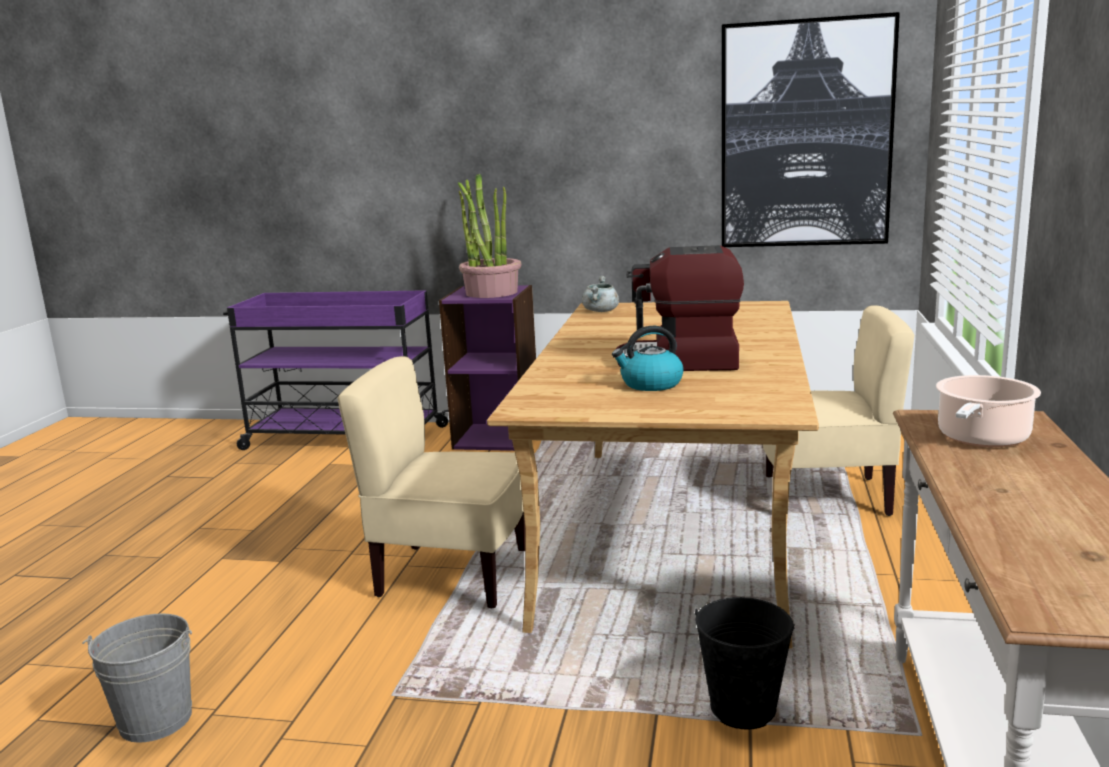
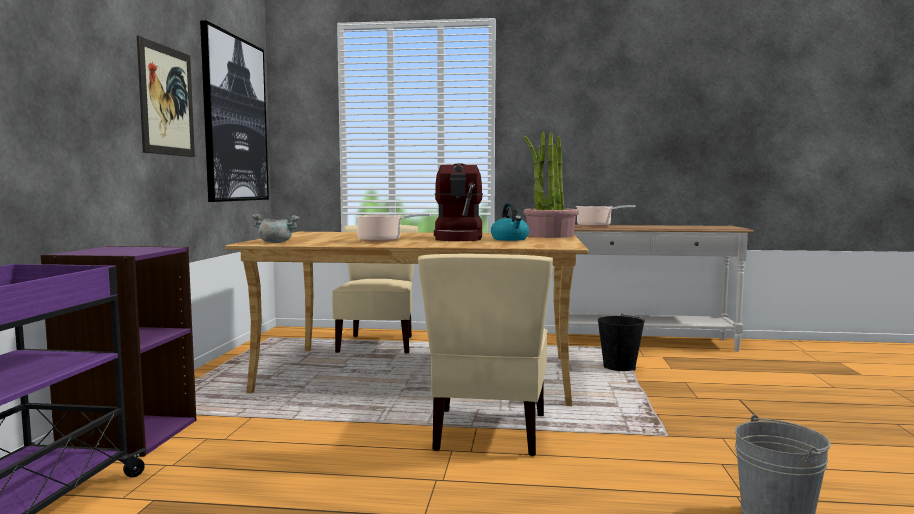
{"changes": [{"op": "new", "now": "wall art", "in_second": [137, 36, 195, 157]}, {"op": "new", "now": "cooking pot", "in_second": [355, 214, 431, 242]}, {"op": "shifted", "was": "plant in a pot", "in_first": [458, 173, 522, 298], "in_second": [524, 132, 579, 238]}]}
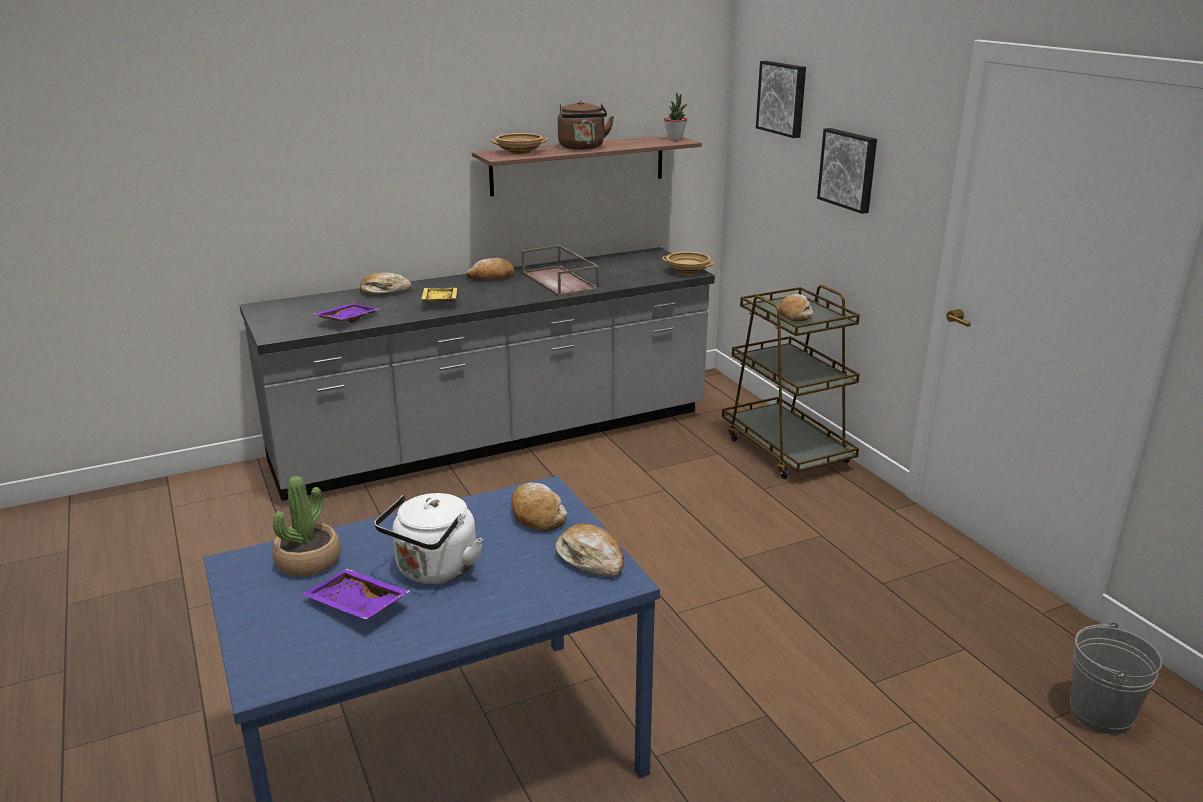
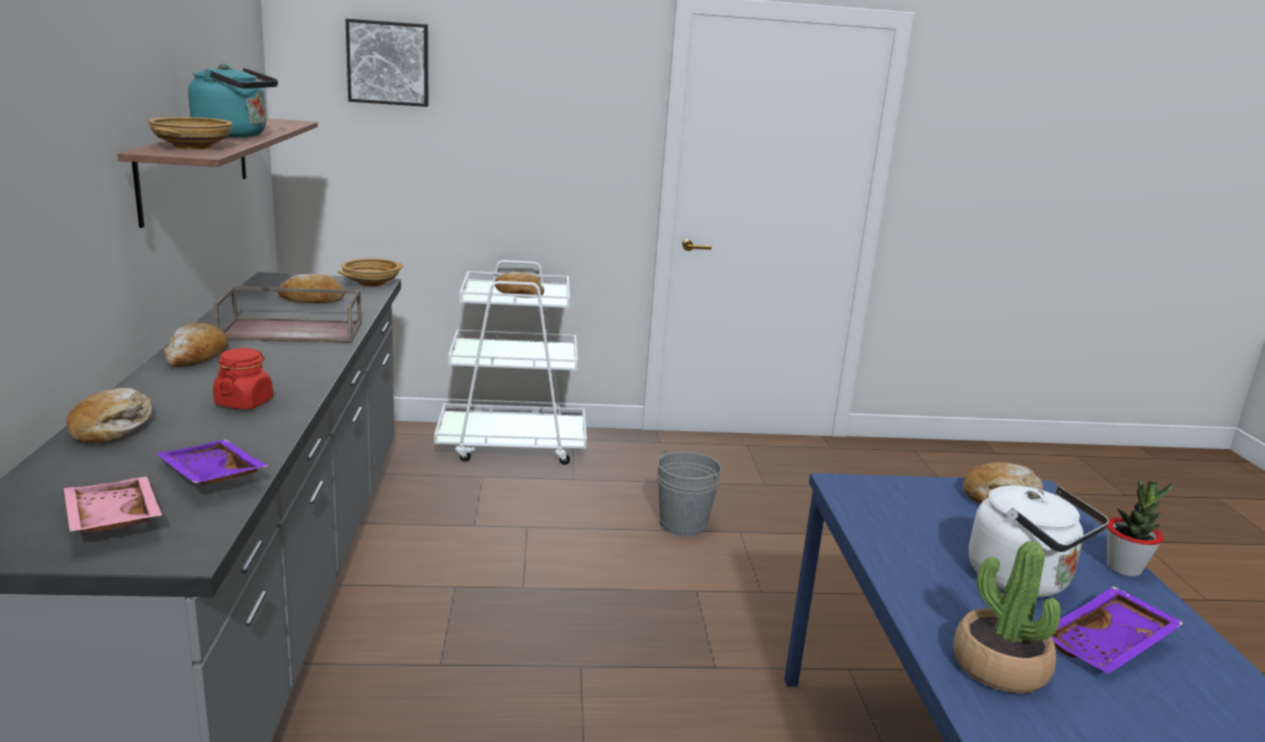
{"changes": [{"op": "gone", "was": "wall art", "in_first": [817, 128, 877, 214]}, {"op": "new", "now": "pink-coloured tray", "in_second": [64, 477, 162, 533]}, {"op": "shifted", "was": "bread", "in_first": [511, 483, 567, 531], "in_second": [277, 274, 345, 303]}, {"op": "shifted", "was": "plant in a pot", "in_first": [664, 93, 687, 141], "in_second": [1107, 479, 1173, 577]}, {"op": "shifted", "was": "gray water bucket", "in_first": [1070, 621, 1162, 735], "in_second": [657, 450, 721, 537]}, {"op": "swapped", "was": "yellow tray", "now": "reddish jar", "in_first": [421, 288, 457, 303], "in_second": [213, 348, 273, 410]}, {"op": "repainted", "was": "brown-coloured water kettle", "now": "turquoise-coloured water kettle", "in_first": [558, 100, 614, 150], "in_second": [188, 64, 278, 138]}, {"op": "repainted", "was": "brown-coloured wheeled cart", "now": "white-coloured wheeled cart", "in_first": [722, 285, 860, 479], "in_second": [434, 260, 587, 465]}]}
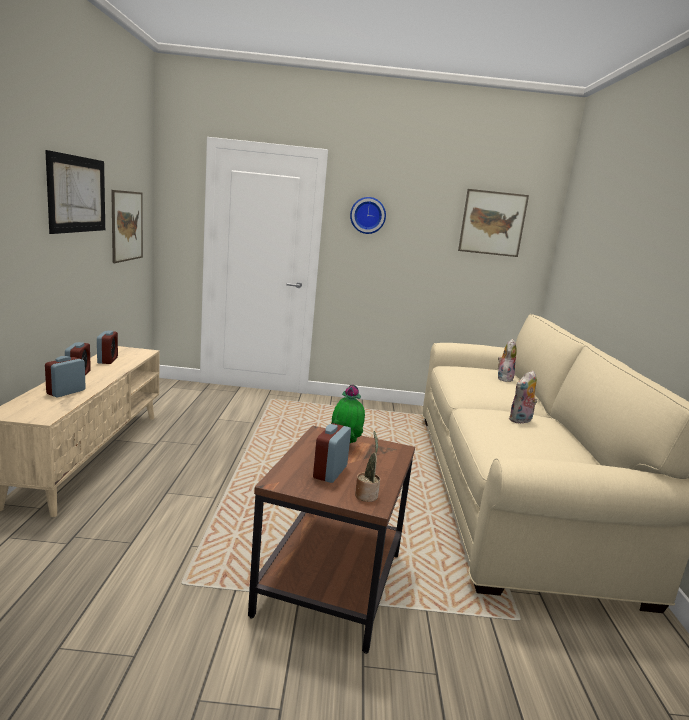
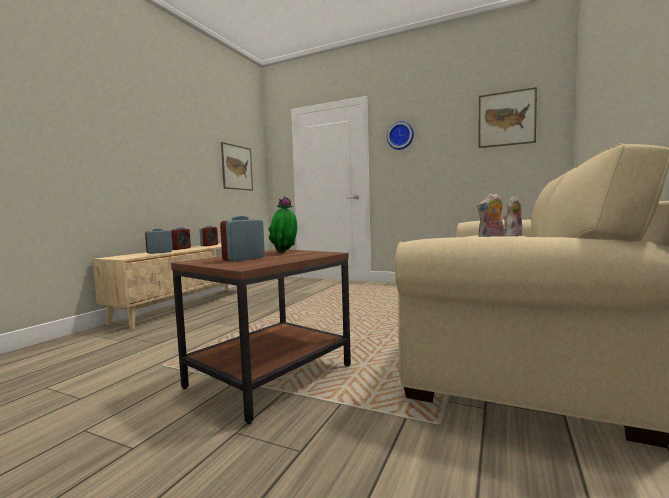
{"changes": [{"op": "gone", "was": "wall art", "in_first": [45, 150, 105, 234]}, {"op": "gone", "was": "plant in a pot", "in_first": [355, 431, 380, 502]}]}
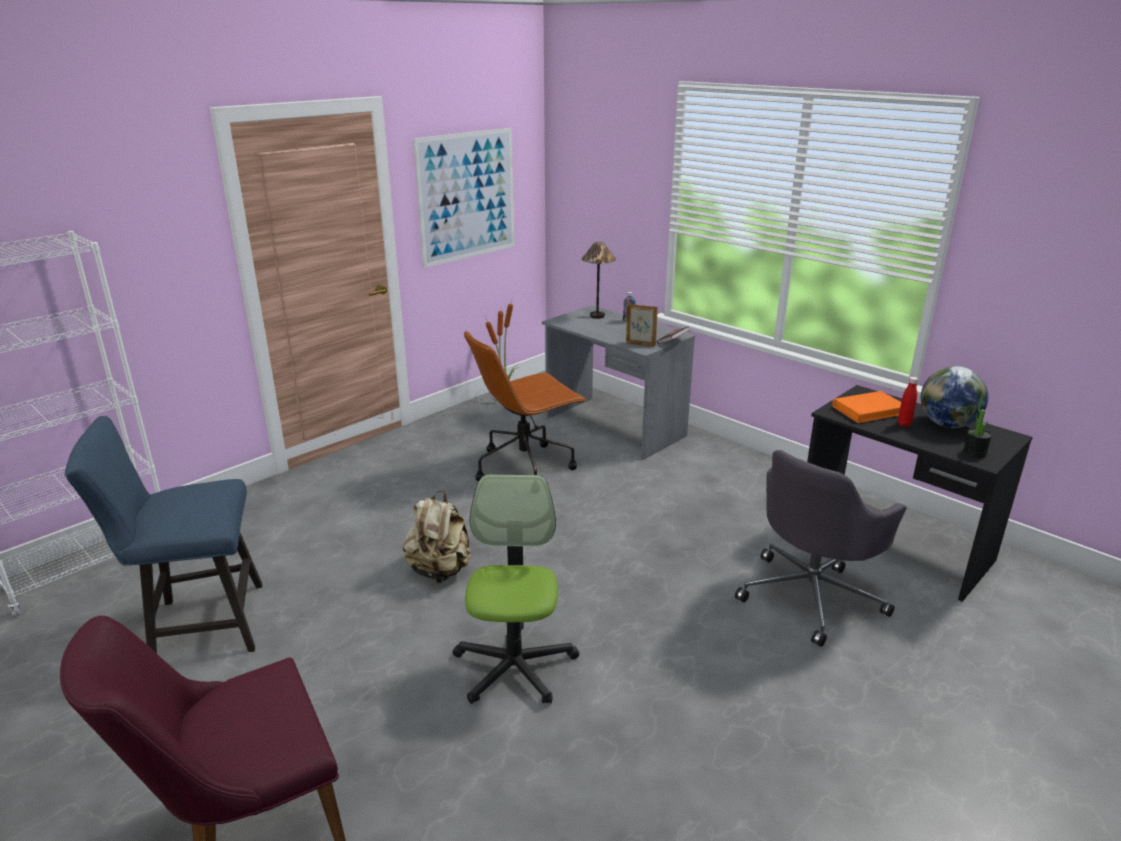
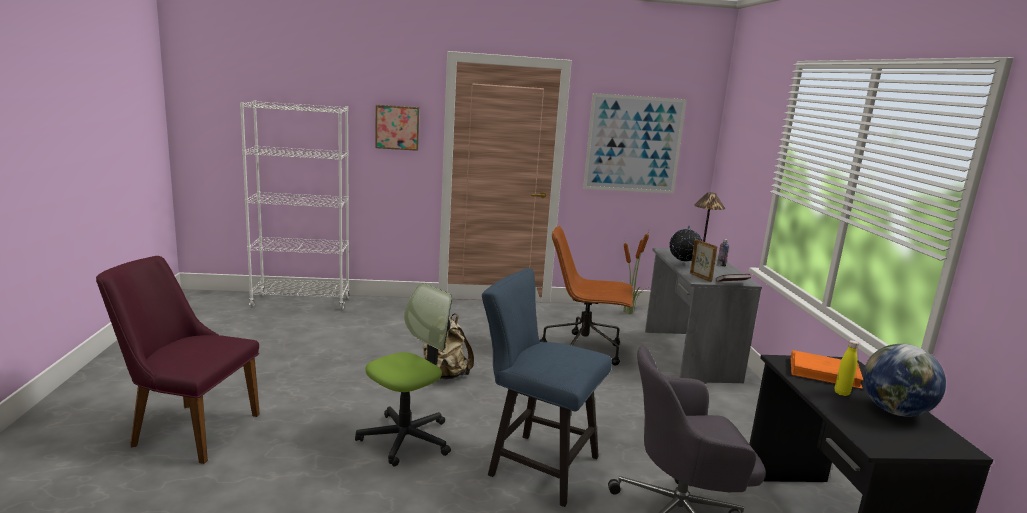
{"changes": [{"op": "gone", "was": "plant in a pot", "in_first": [963, 393, 992, 458]}, {"op": "new", "now": "wall art", "in_second": [375, 105, 419, 151]}, {"op": "new", "now": "world globe", "in_second": [669, 225, 702, 264]}, {"op": "shifted", "was": "bluish chair", "in_first": [65, 416, 262, 653], "in_second": [482, 268, 612, 507]}, {"op": "repainted", "was": "reddish drink bottle", "now": "yellow drink bottle", "in_first": [898, 377, 918, 427], "in_second": [835, 340, 859, 396]}]}
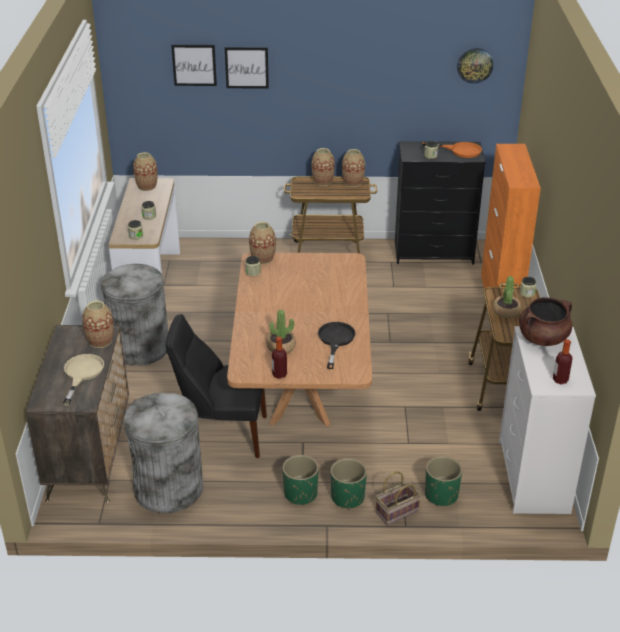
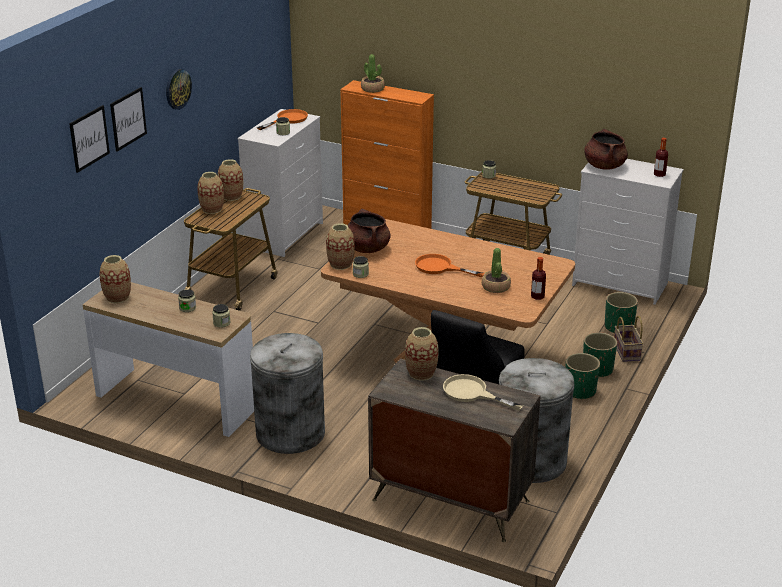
{"changes": [{"op": "gone", "was": "black-coloured skillet", "in_first": [318, 322, 355, 369]}, {"op": "new", "now": "brown-coloured cooking pot", "in_second": [347, 209, 391, 253]}, {"op": "new", "now": "orangey skillet", "in_second": [415, 254, 484, 277]}, {"op": "shifted", "was": "hanging clock", "in_first": [457, 48, 493, 84], "in_second": [166, 69, 192, 110]}, {"op": "shifted", "was": "plant in a pot", "in_first": [493, 276, 521, 318], "in_second": [361, 54, 385, 93]}, {"op": "repainted", "was": "black-coloured dresser", "now": "white-coloured dresser", "in_first": [395, 141, 486, 265], "in_second": [238, 109, 323, 257]}]}
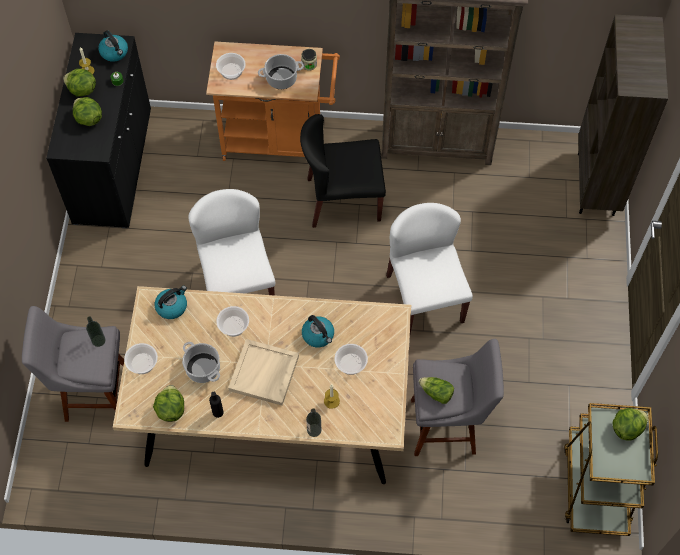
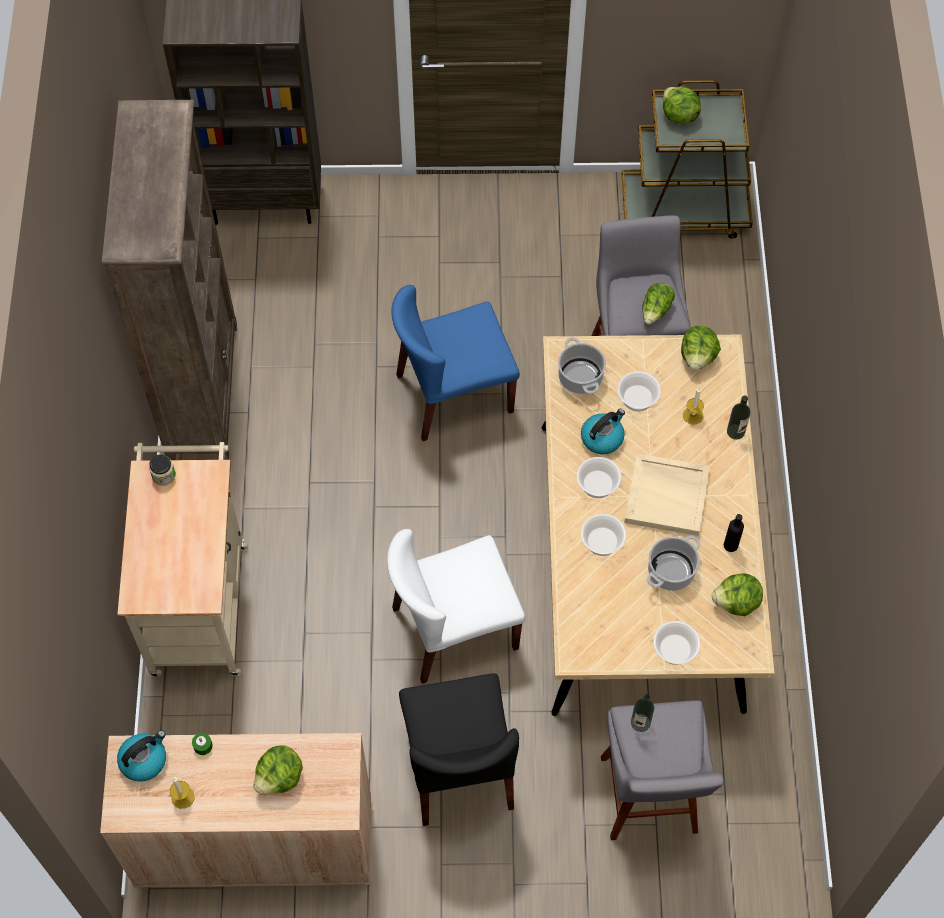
{"changes": [{"op": "gone", "was": "water kettle", "in_first": [155, 285, 187, 319]}, {"op": "shifted", "was": "head of lettuce", "in_first": [63, 68, 96, 96], "in_second": [681, 325, 721, 371]}, {"op": "shifted", "was": "deep dish", "in_first": [216, 53, 246, 80], "in_second": [577, 457, 621, 498]}, {"op": "shifted", "was": "cooking pot", "in_first": [258, 54, 304, 89], "in_second": [558, 338, 606, 394]}, {"op": "shifted", "was": "black-coloured chair", "in_first": [300, 114, 386, 228], "in_second": [399, 673, 519, 826]}, {"op": "repainted", "was": "black-coloured cabinet", "now": "sand-coloured cabinet", "in_first": [46, 33, 151, 228], "in_second": [100, 733, 371, 887]}, {"op": "repainted", "was": "orangey wheeled cart", "now": "sand-coloured wheeled cart", "in_first": [206, 42, 340, 161], "in_second": [118, 442, 248, 677]}, {"op": "repainted", "was": "white-coloured chair", "now": "bluish chair", "in_first": [386, 203, 473, 334], "in_second": [391, 285, 520, 441]}]}
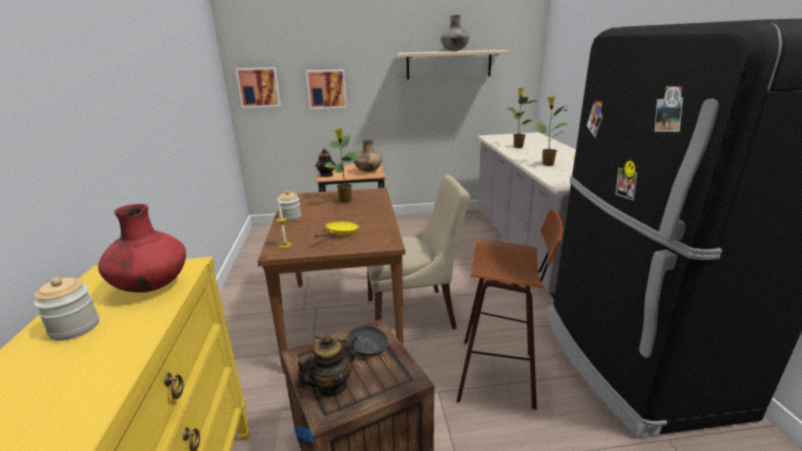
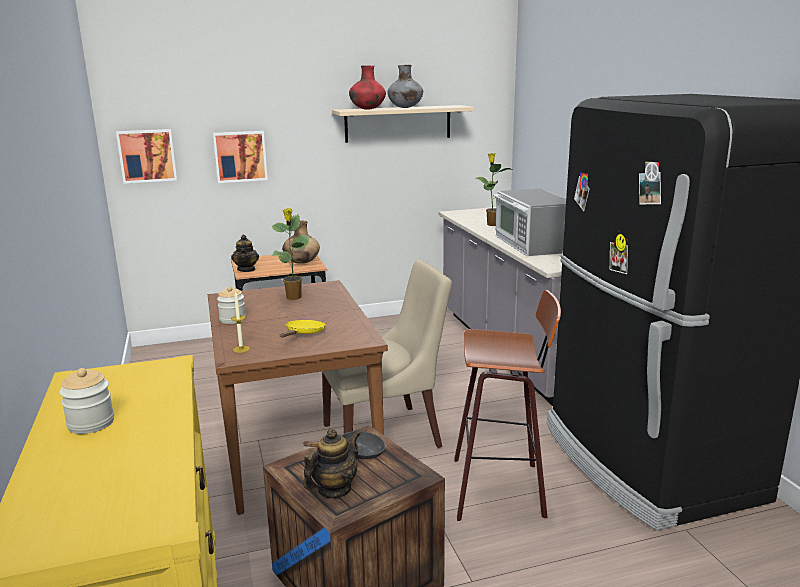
{"changes": [{"op": "shifted", "was": "reddish flower vase", "in_first": [98, 204, 186, 293], "in_second": [349, 65, 386, 110]}, {"op": "swapped", "was": "plant in a pot", "now": "microwave", "in_first": [533, 96, 570, 166], "in_second": [493, 189, 566, 256]}]}
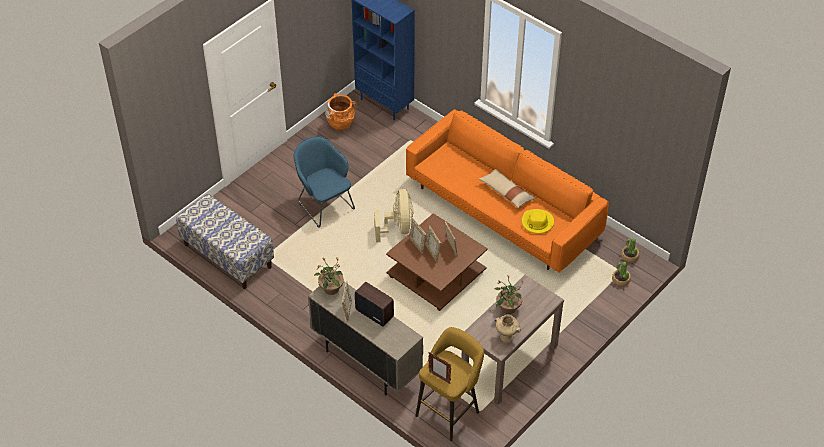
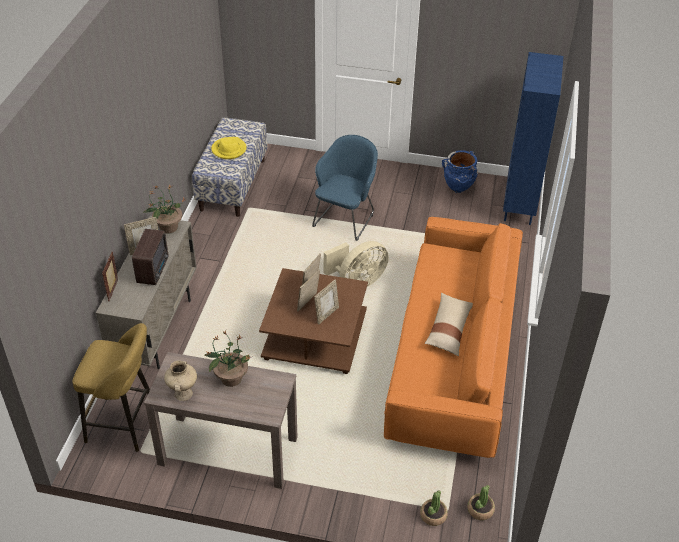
{"changes": [{"op": "shifted", "was": "photo frame", "in_first": [428, 352, 452, 384], "in_second": [102, 252, 118, 301]}, {"op": "shifted", "was": "yellow wearable hat", "in_first": [522, 209, 554, 234], "in_second": [211, 137, 247, 159]}, {"op": "repainted", "was": "orangey flower vase", "now": "bluish flower vase", "in_first": [325, 93, 357, 131], "in_second": [442, 150, 478, 193]}]}
